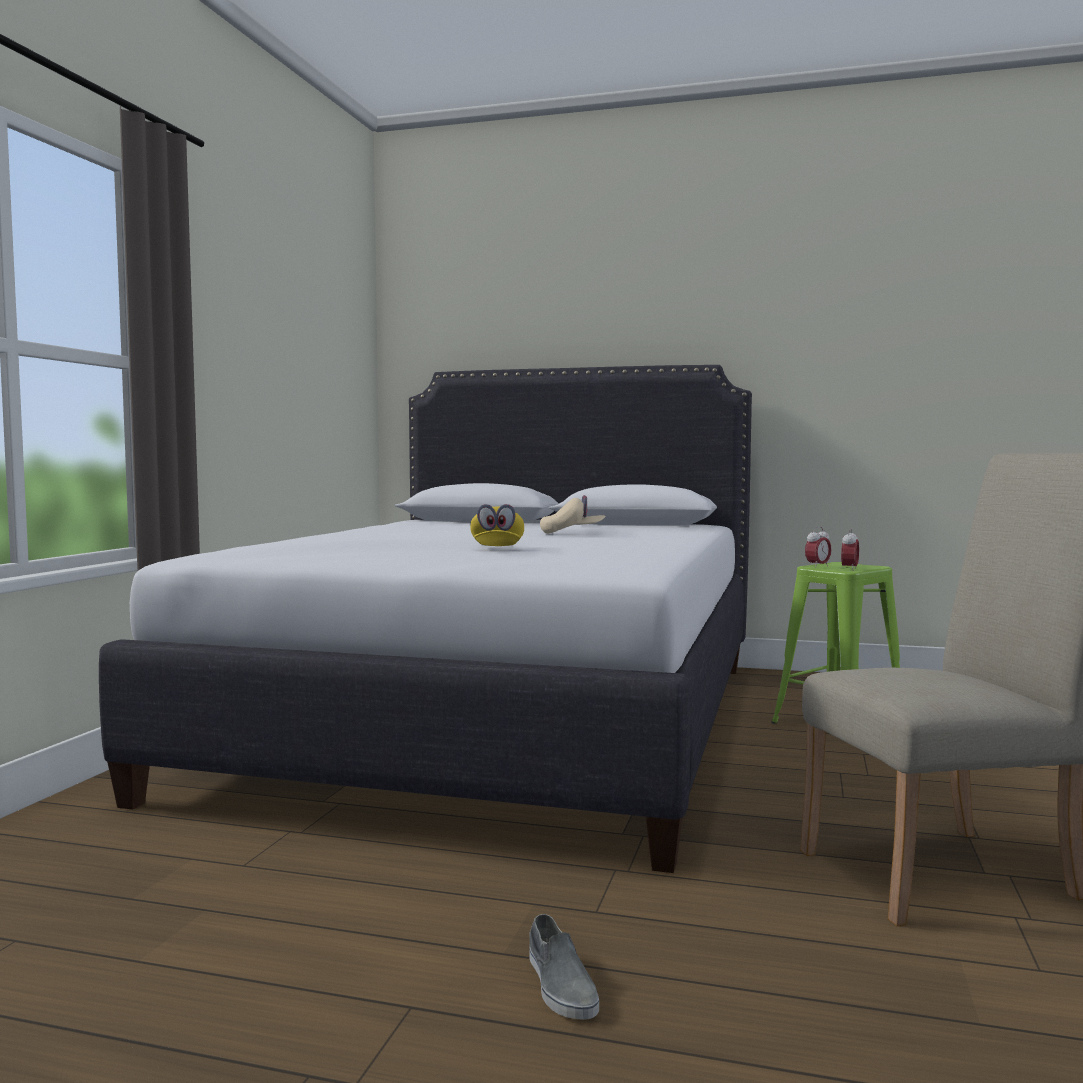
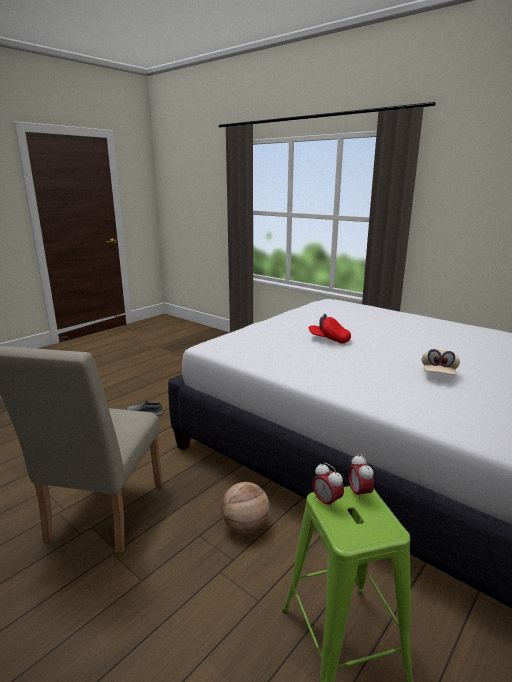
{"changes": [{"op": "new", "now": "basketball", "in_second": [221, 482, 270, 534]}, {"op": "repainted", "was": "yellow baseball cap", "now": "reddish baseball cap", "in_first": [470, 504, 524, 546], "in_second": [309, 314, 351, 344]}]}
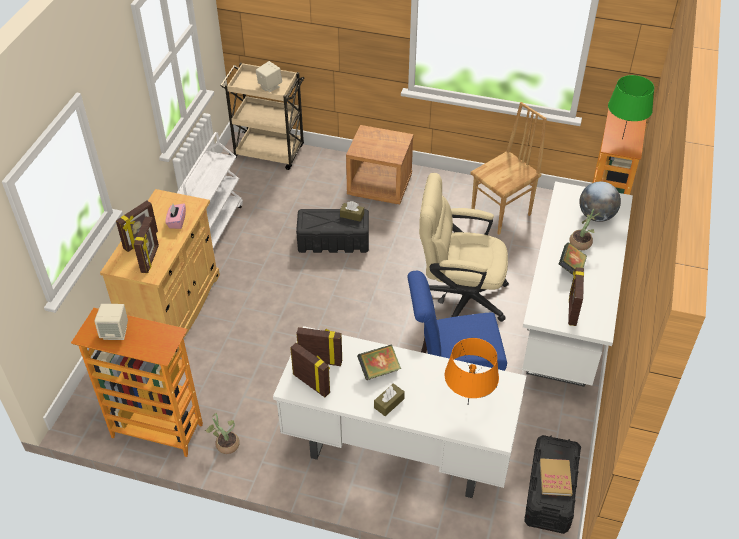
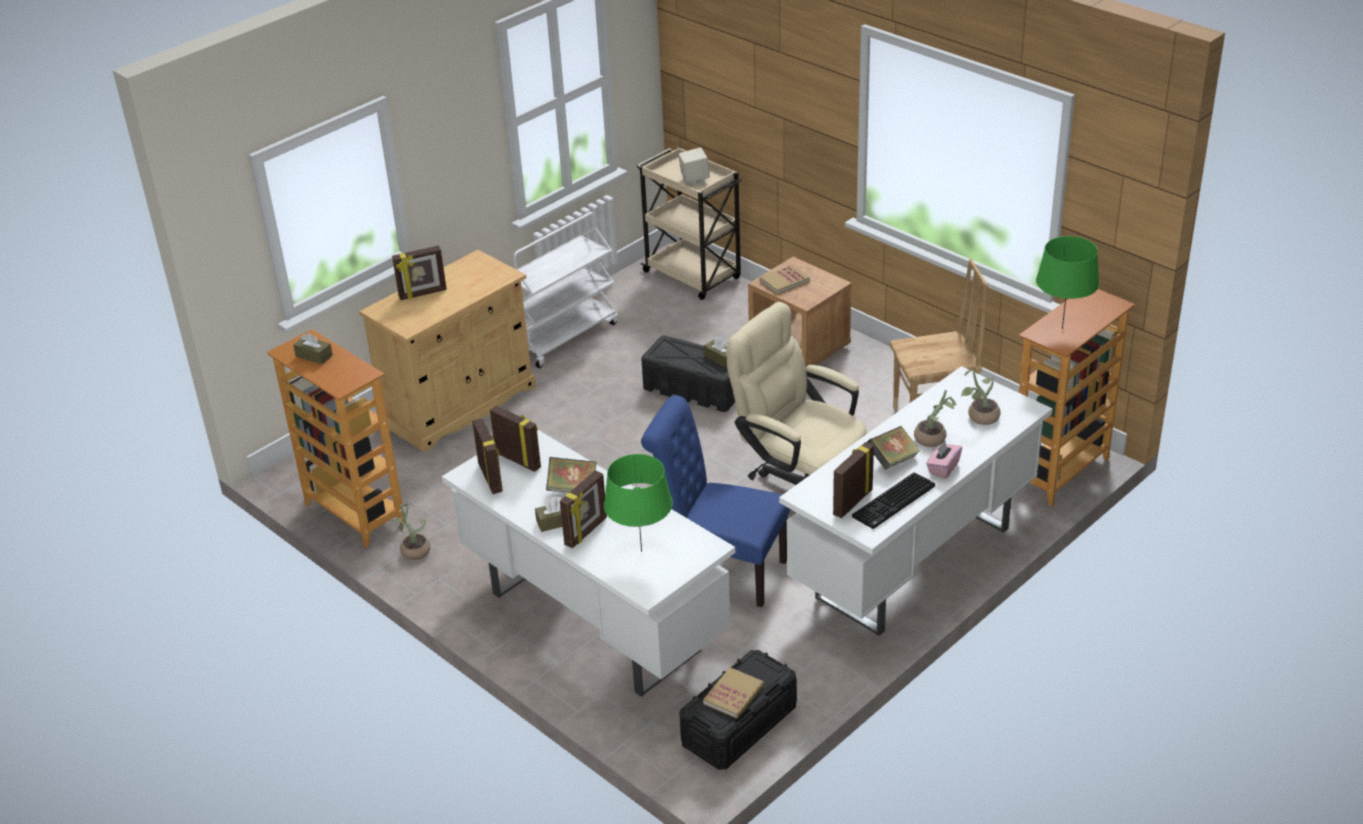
{"changes": [{"op": "new", "now": "volume", "in_second": [760, 265, 810, 295]}, {"op": "new", "now": "computer keyboard", "in_second": [852, 472, 935, 529]}, {"op": "shifted", "was": "photo frame", "in_first": [134, 217, 159, 273], "in_second": [560, 470, 607, 548]}, {"op": "shifted", "was": "pink-coloured tissue holder", "in_first": [165, 204, 186, 229], "in_second": [926, 441, 962, 479]}, {"op": "swapped", "was": "sand-coloured loudspeaker", "now": "brown-coloured tissue holder", "in_first": [94, 304, 128, 340], "in_second": [293, 333, 333, 365]}, {"op": "swapped", "was": "world globe", "now": "plant in a pot", "in_first": [579, 182, 621, 222], "in_second": [961, 369, 1001, 425]}, {"op": "repainted", "was": "orangey table lamp", "now": "green-coloured table lamp", "in_first": [445, 338, 499, 404], "in_second": [604, 454, 673, 552]}]}
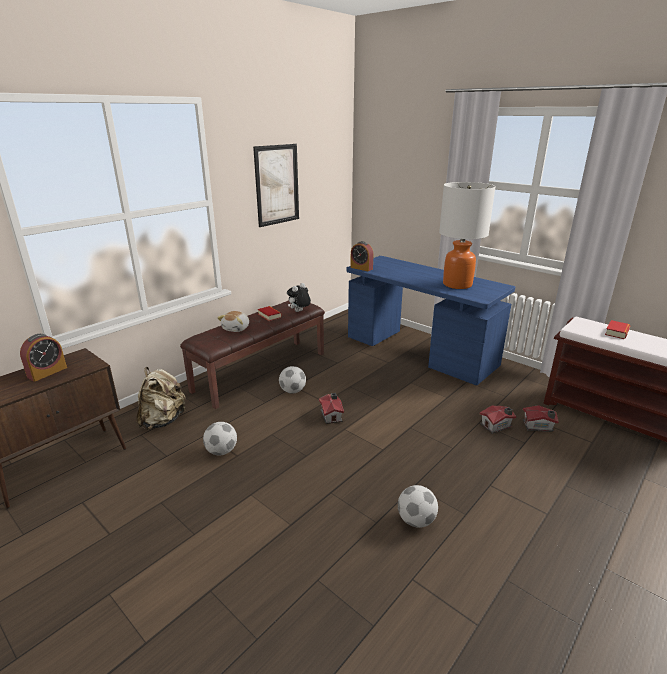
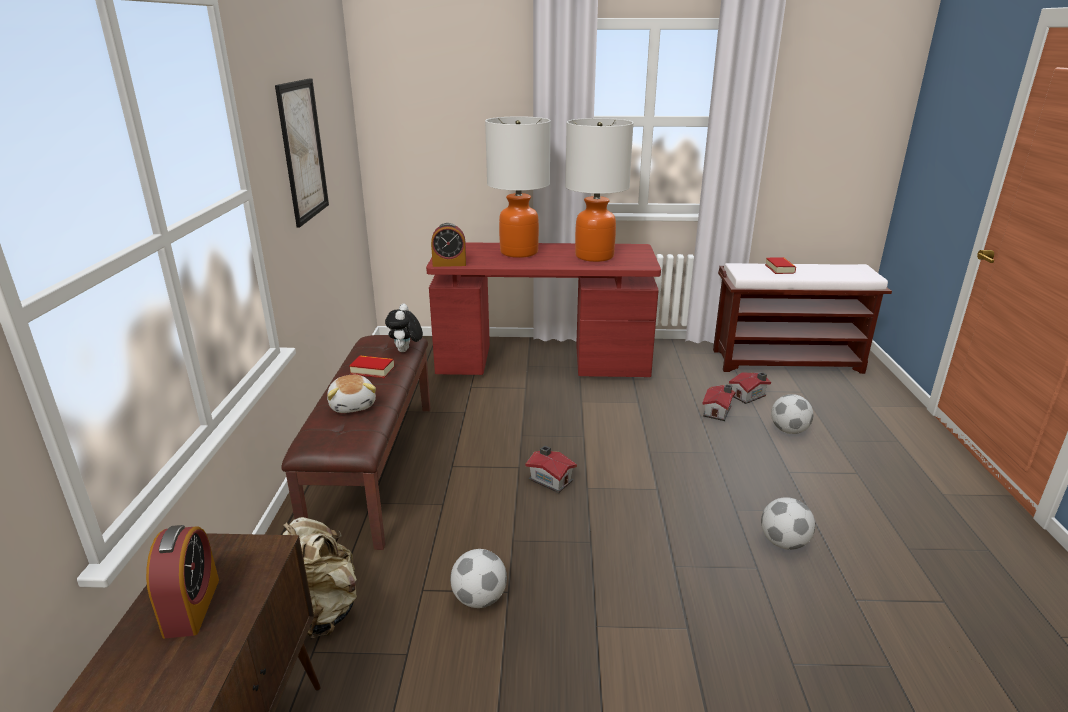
{"changes": [{"op": "new", "now": "table lamp", "in_second": [485, 116, 551, 258]}, {"op": "shifted", "was": "ball for football", "in_first": [279, 366, 306, 393], "in_second": [771, 394, 813, 434]}, {"op": "repainted", "was": "bluish desk unit", "now": "reddish desk unit", "in_first": [346, 256, 515, 385], "in_second": [426, 242, 661, 377]}]}
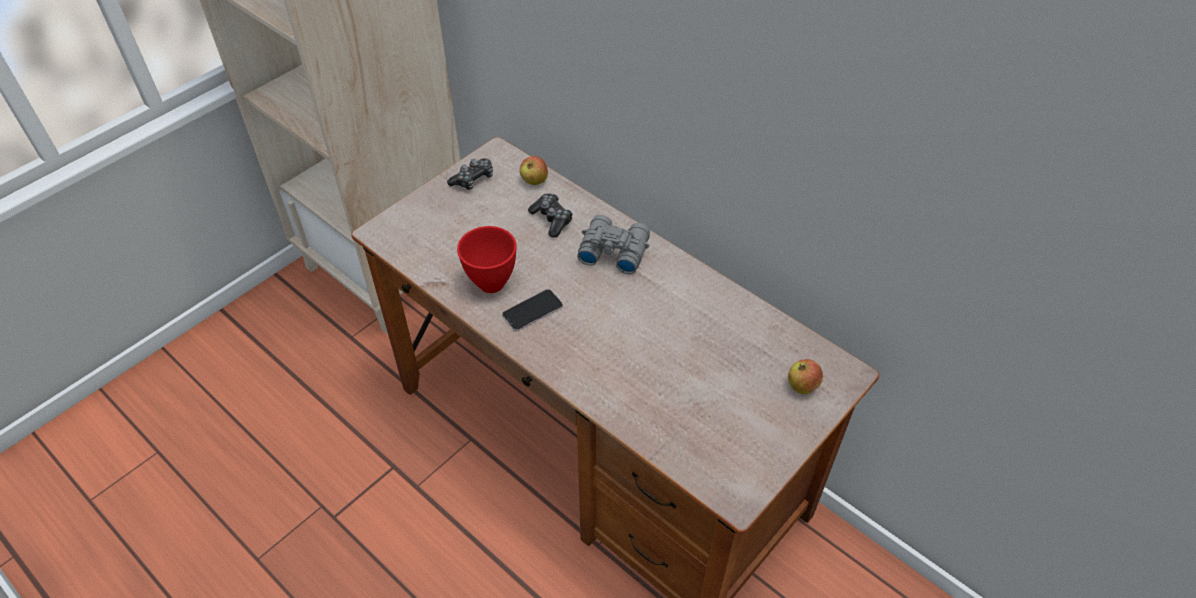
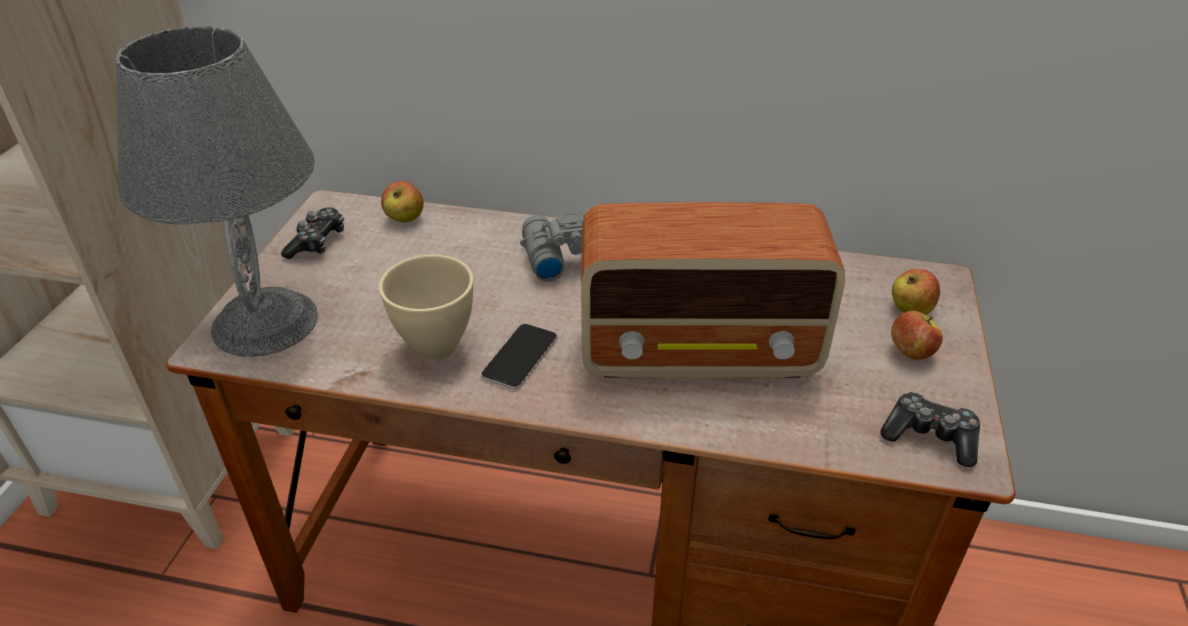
{"changes": [{"op": "new", "now": "gray table lamp", "in_second": [116, 26, 318, 357]}, {"op": "new", "now": "radio set", "in_second": [581, 202, 845, 378]}, {"op": "new", "now": "whole apple", "in_second": [891, 311, 943, 360]}, {"op": "shifted", "was": "gamepad", "in_first": [528, 193, 573, 238], "in_second": [880, 392, 980, 467]}, {"op": "repainted", "was": "reddish deep dish", "now": "sand-coloured deep dish", "in_first": [457, 226, 517, 293], "in_second": [379, 255, 474, 361]}]}
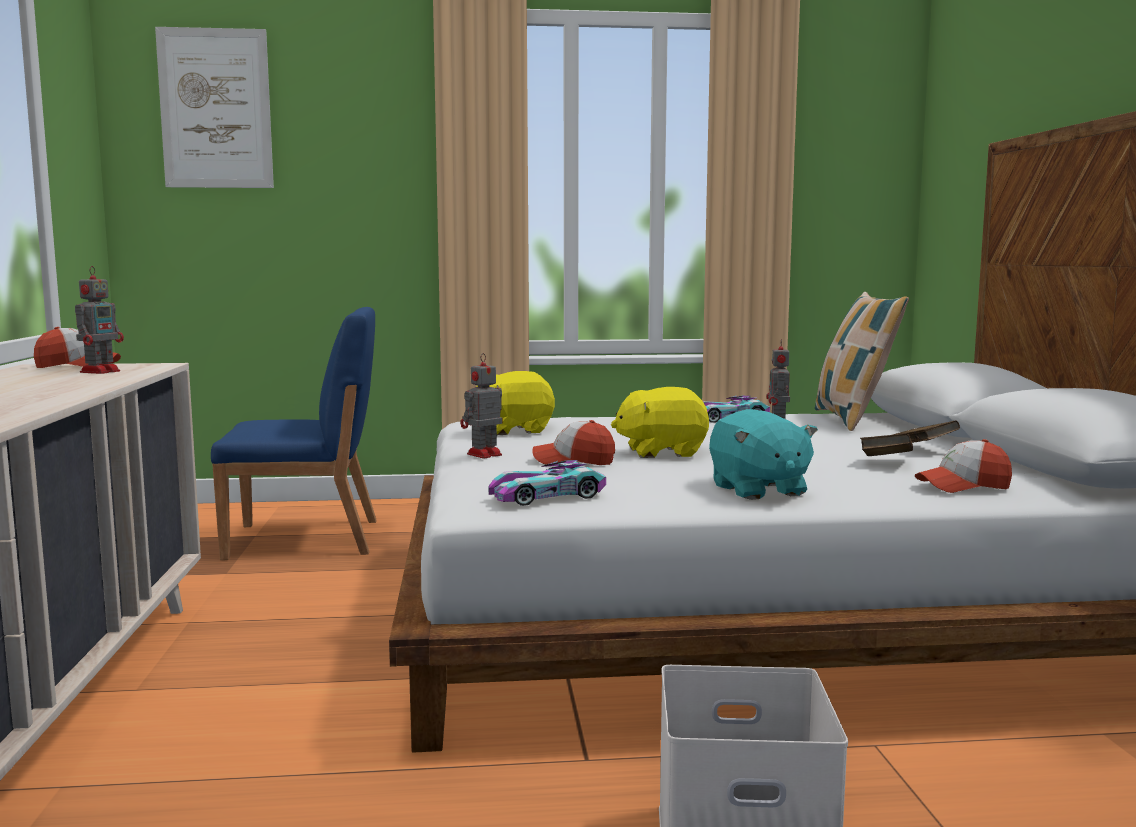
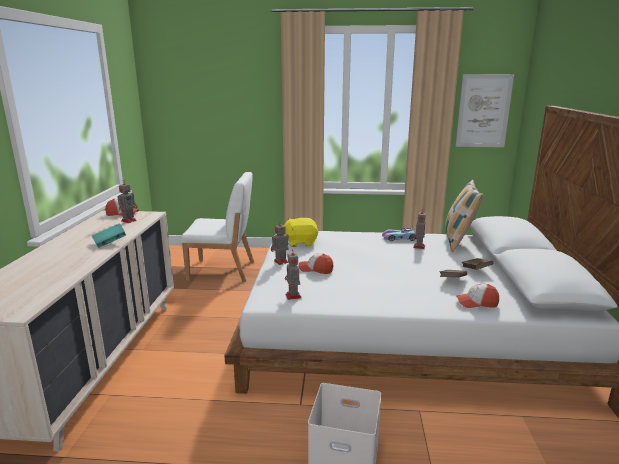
{"changes": [{"op": "gone", "was": "yellow soft toy", "in_first": [611, 387, 709, 458]}, {"op": "gone", "was": "turquoise-coloured soft toy", "in_first": [709, 409, 818, 500]}, {"op": "new", "now": "turquoise-coloured volume", "in_second": [92, 223, 126, 248]}, {"op": "shifted", "was": "wall art", "in_first": [155, 27, 274, 188], "in_second": [456, 74, 514, 147]}, {"op": "swapped", "was": "miniature car", "now": "toy robot", "in_first": [489, 460, 606, 506], "in_second": [285, 249, 301, 300]}, {"op": "repainted", "was": "bluish chair", "now": "white-coloured chair", "in_first": [211, 307, 377, 560], "in_second": [181, 172, 254, 282]}]}
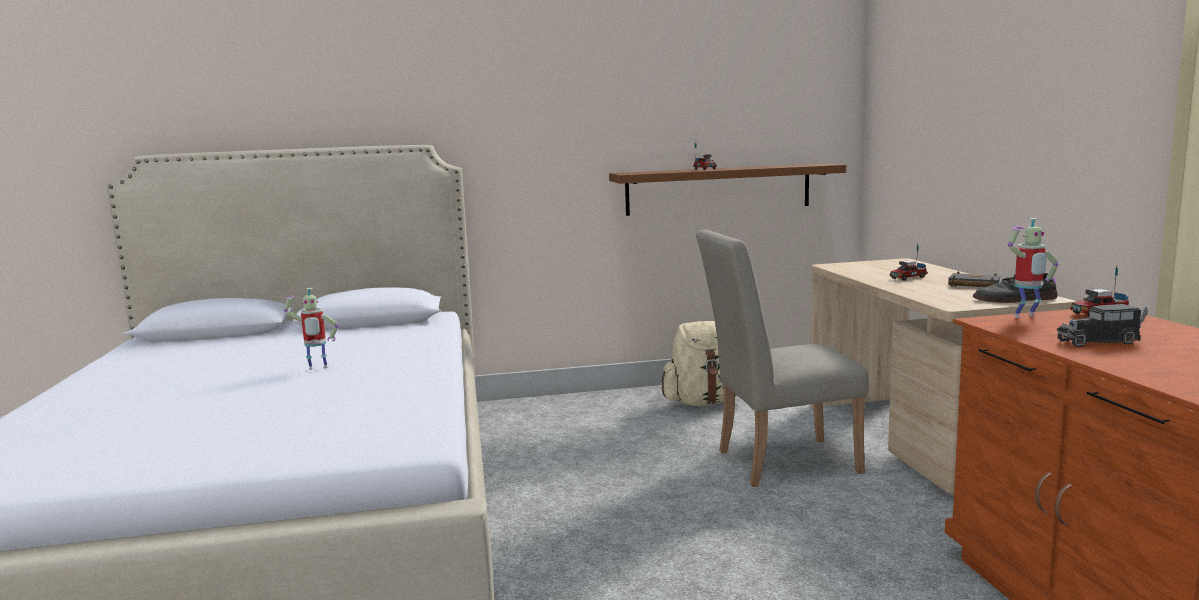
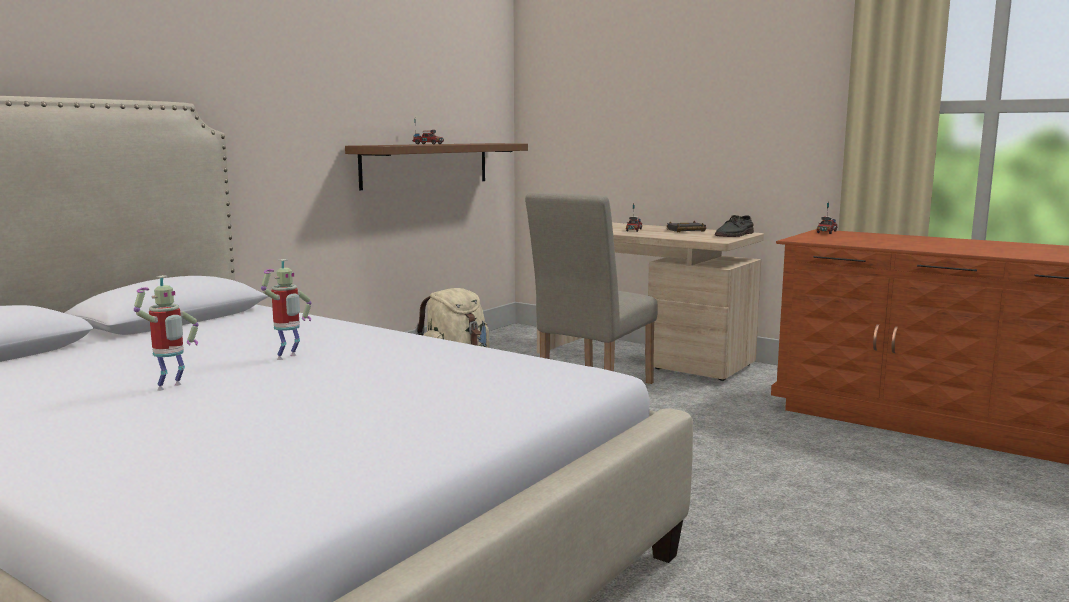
{"changes": [{"op": "gone", "was": "model truck", "in_first": [1057, 304, 1148, 347]}, {"op": "shifted", "was": "toy robot", "in_first": [1008, 218, 1058, 318], "in_second": [134, 275, 199, 391]}]}
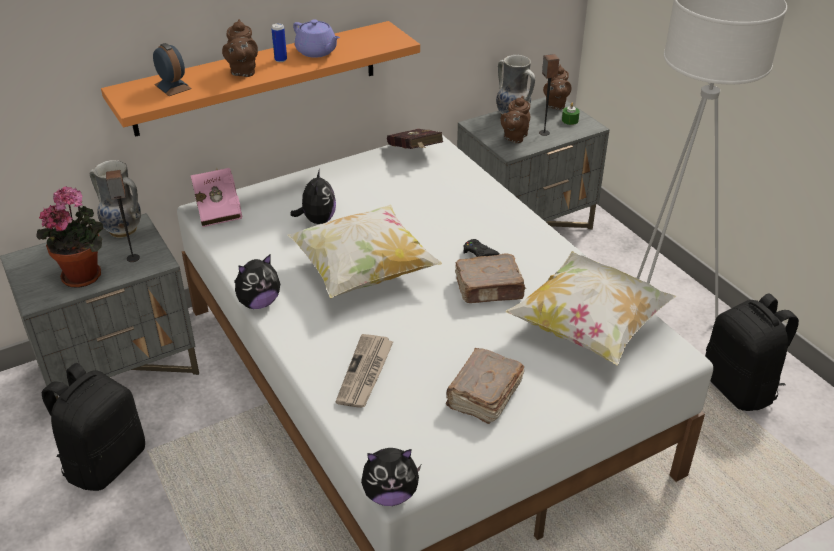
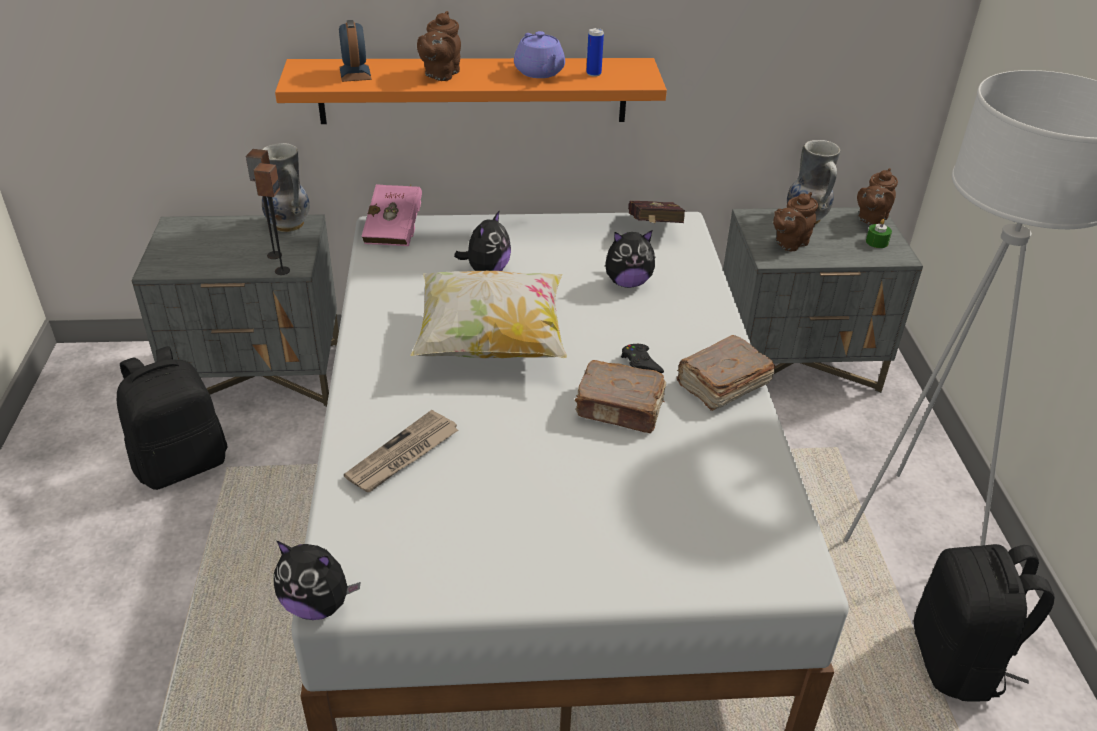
{"changes": [{"op": "gone", "was": "plant in a pot", "in_first": [36, 186, 104, 288]}, {"op": "gone", "was": "cushion", "in_first": [506, 251, 676, 365]}, {"op": "shifted", "was": "soft toy", "in_first": [234, 255, 280, 309], "in_second": [605, 230, 656, 288]}, {"op": "shifted", "was": "metal can", "in_first": [271, 23, 287, 62], "in_second": [586, 28, 604, 77]}, {"op": "shifted", "was": "brown-coloured volume", "in_first": [446, 348, 524, 424], "in_second": [676, 335, 776, 411]}, {"op": "shifted", "was": "loudspeaker", "in_first": [539, 54, 559, 136], "in_second": [253, 163, 290, 275]}]}
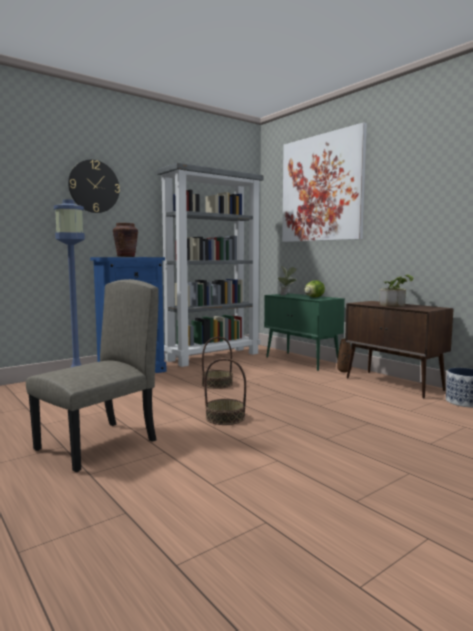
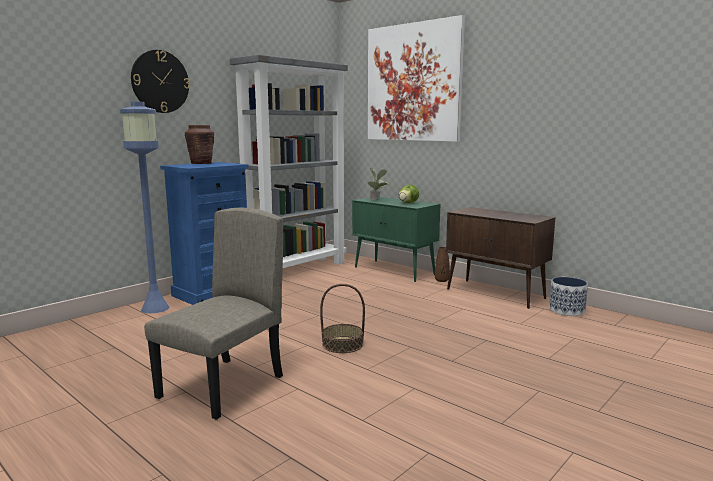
{"changes": [{"op": "gone", "was": "storage basket", "in_first": [202, 337, 233, 389]}, {"op": "gone", "was": "plant in a pot", "in_first": [380, 274, 413, 307]}]}
